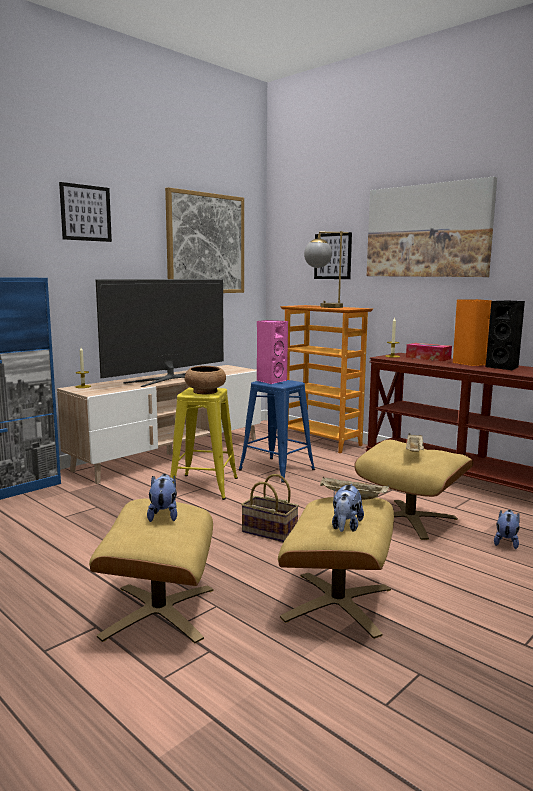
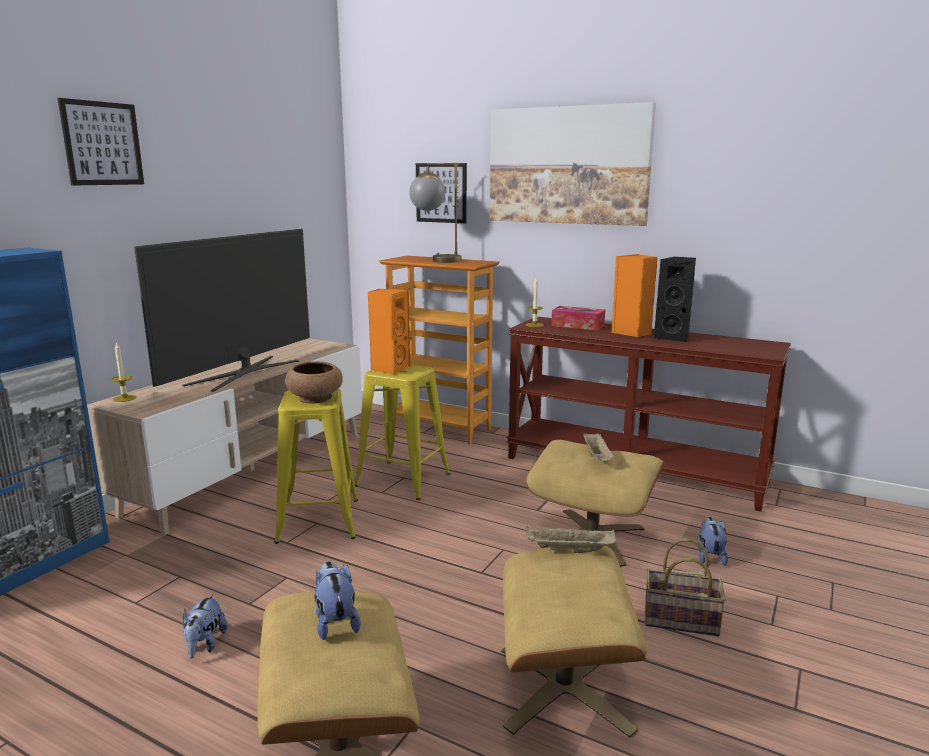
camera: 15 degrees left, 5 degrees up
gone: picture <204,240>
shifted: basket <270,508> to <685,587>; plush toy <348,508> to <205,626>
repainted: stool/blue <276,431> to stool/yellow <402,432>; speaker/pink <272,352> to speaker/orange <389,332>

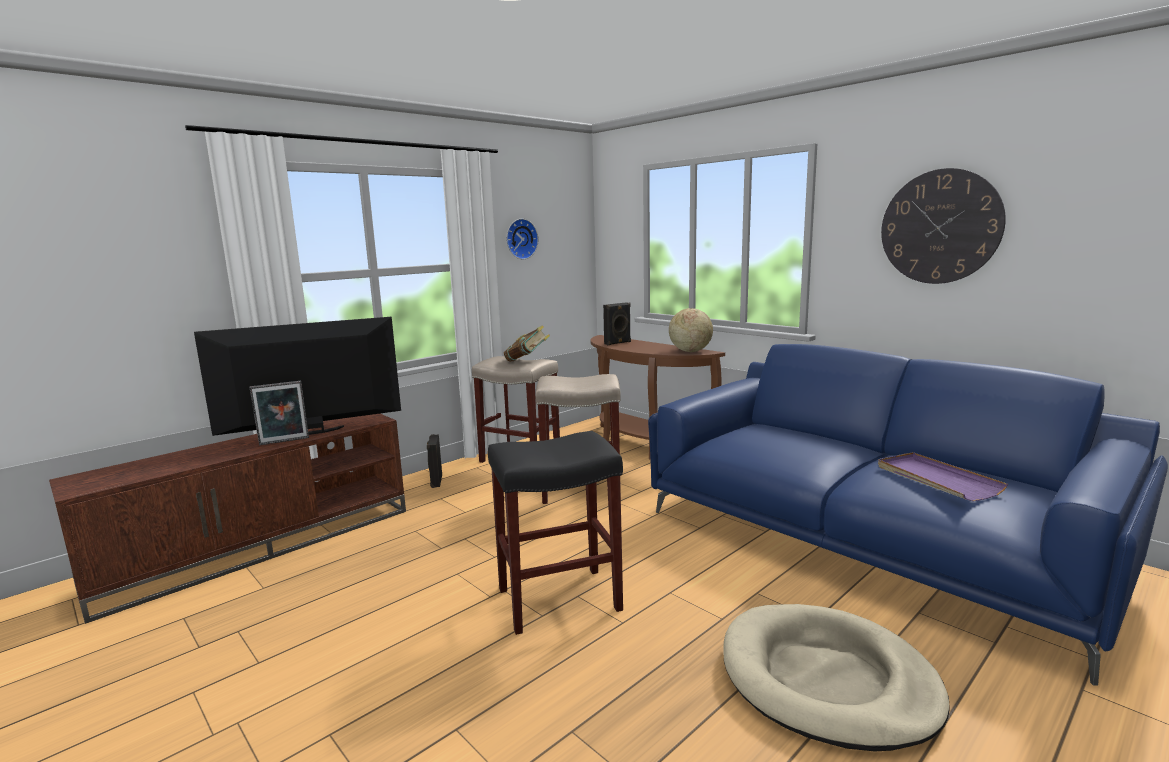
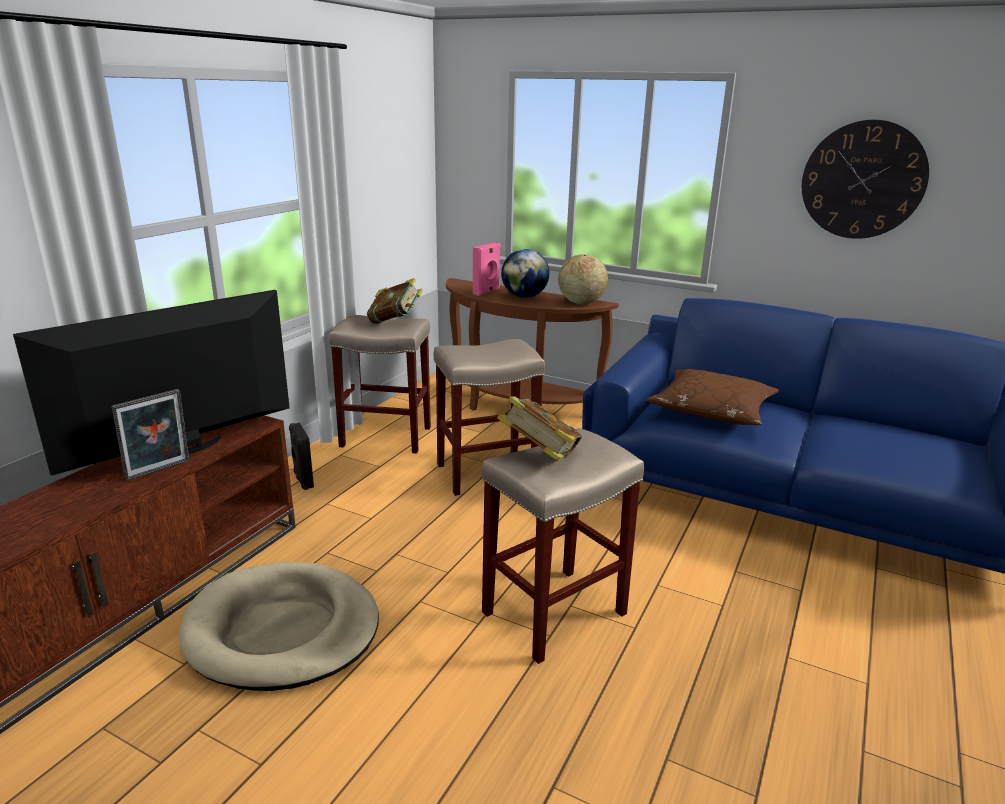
camera: 20 degrees left, 10 degrees up
gone: wall clock <522,239>; tray/purple <943,477>
new: book <539,429>; globe <525,273>; pillow/brown <713,397>
shifted: dog bed/beige <836,677> to <278,626>
repainted: stool/black <555,533> to stool/beige <563,546>; speaker/black <617,323> to speaker/pink <487,269>

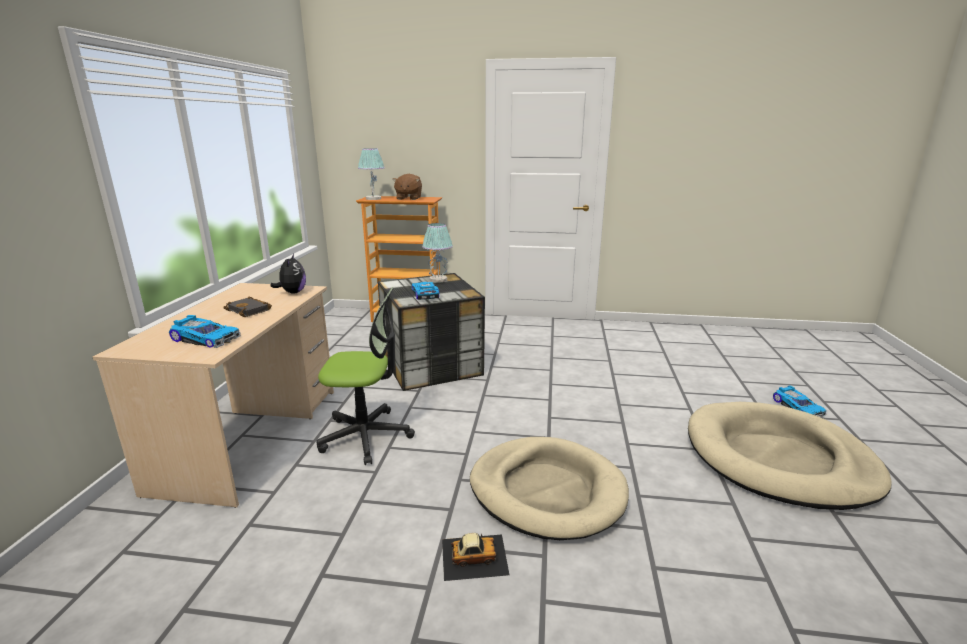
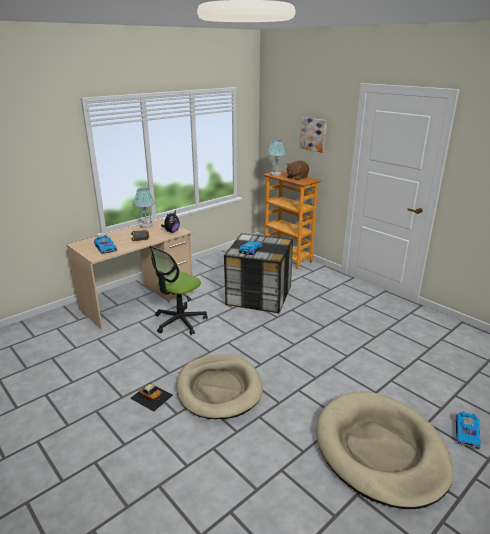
camera: 40 degrees right, 5 degrees up
new: picture <313,135>
shifted: table lamp <437,253> to <144,208>
rotated: office chair <365,376> = <178,290> 90 degrees clockwise

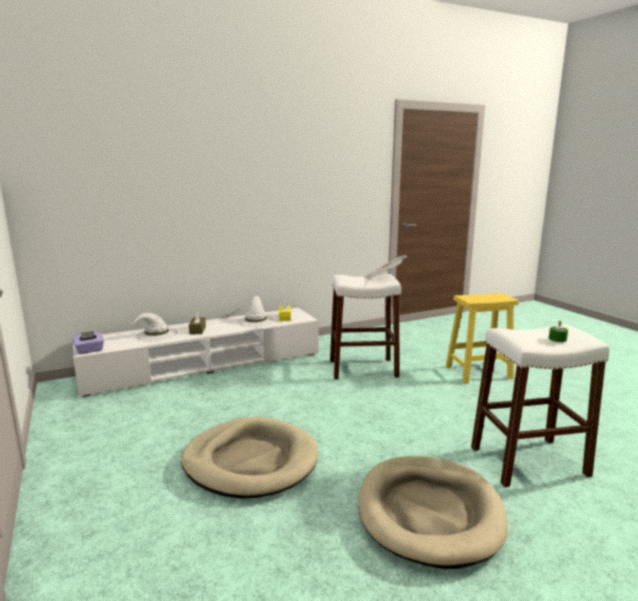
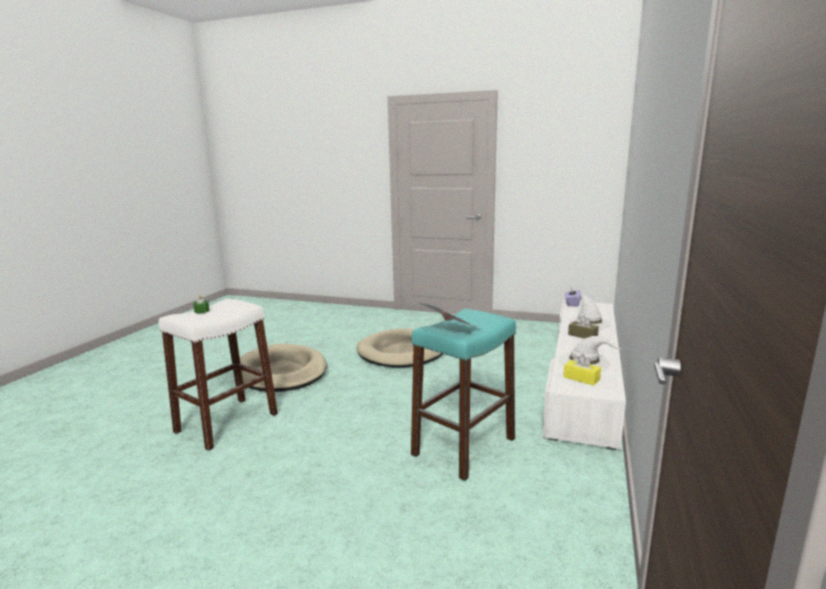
camera: 135 degrees right, 0 degrees up
gone: stool/yellow <482,338>
repainted: stool/white <365,326> to stool/turquoise <463,395>

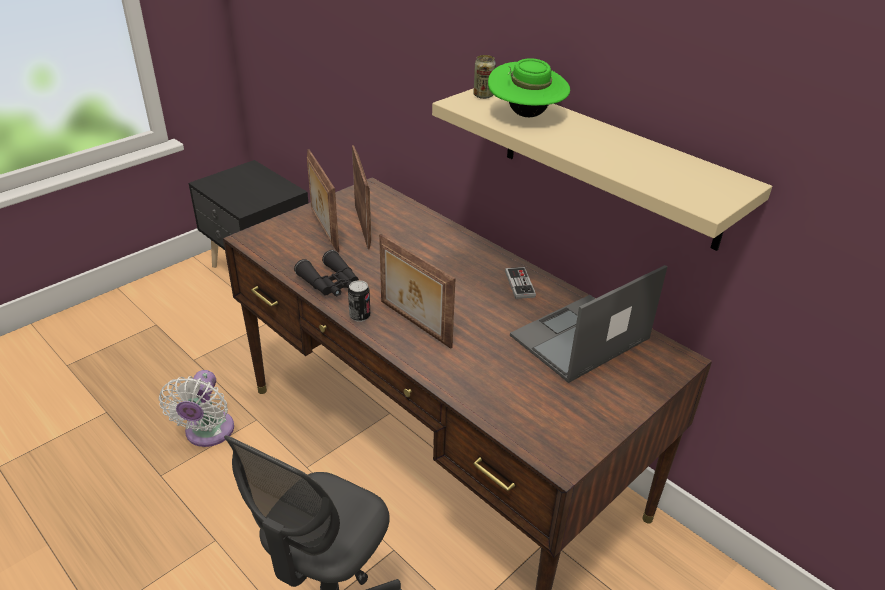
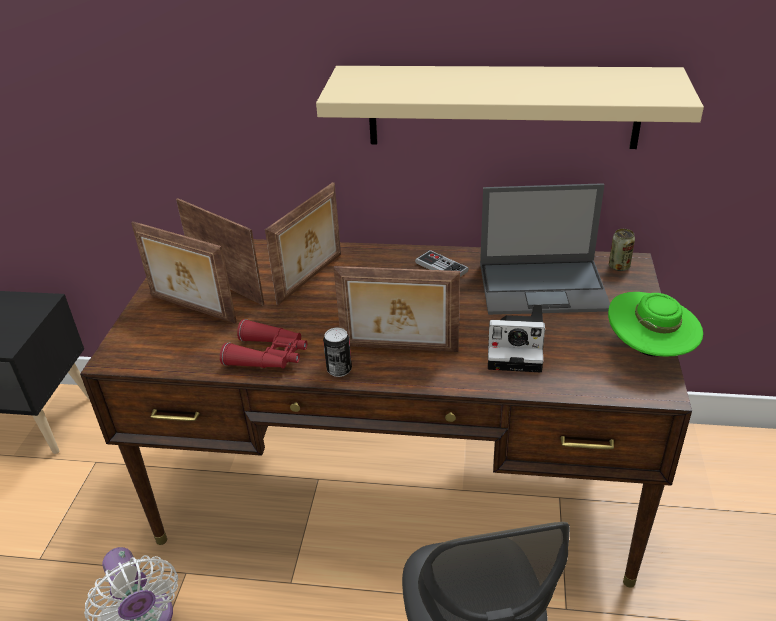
camera: 35 degrees left, 0 degrees up
new: picture frame <303,243>; photo camera <516,338>
shifted: can <484,77> to <622,250>; hat/green <529,87> to <655,324>
repainted: binoculars/black <326,273> to binoculars/red <263,344>
rotated: laptop <588,324> = <545,249> 105 degrees counterclockwise

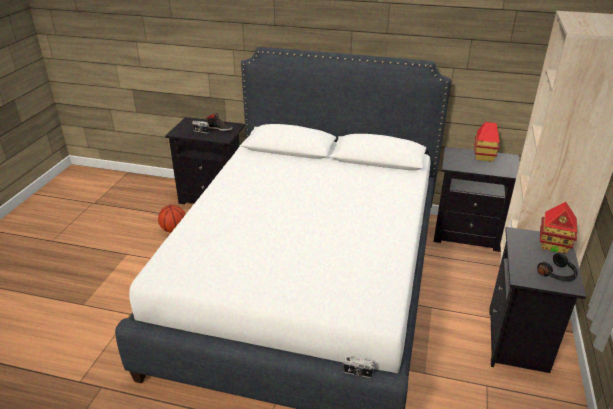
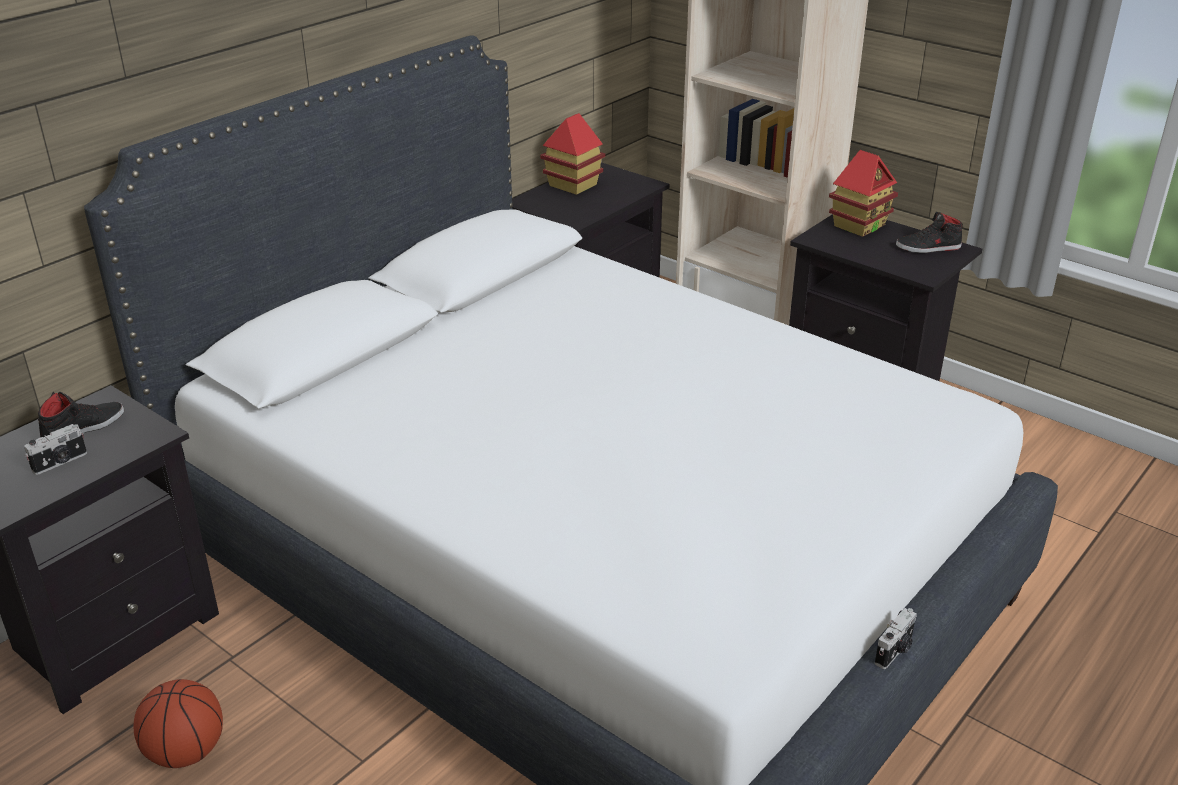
camera: 65 degrees left, 0 degrees up
shifted: photo camera <358,367> to <896,638>
swapped: headphones/black <557,267> to shoe/black <929,232>

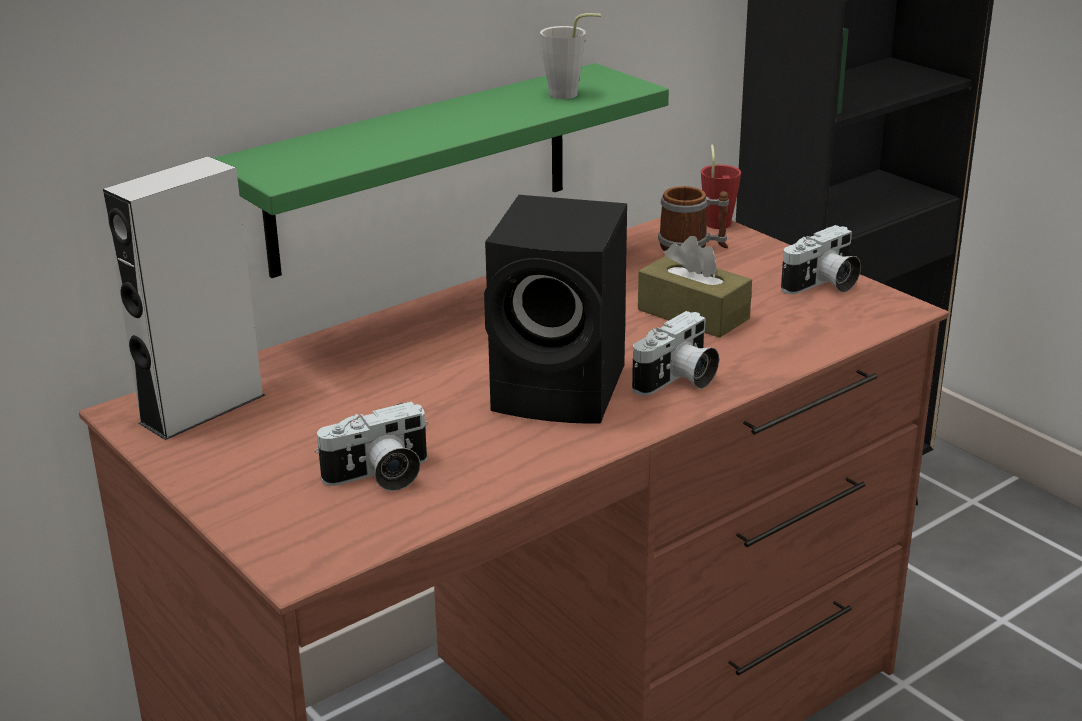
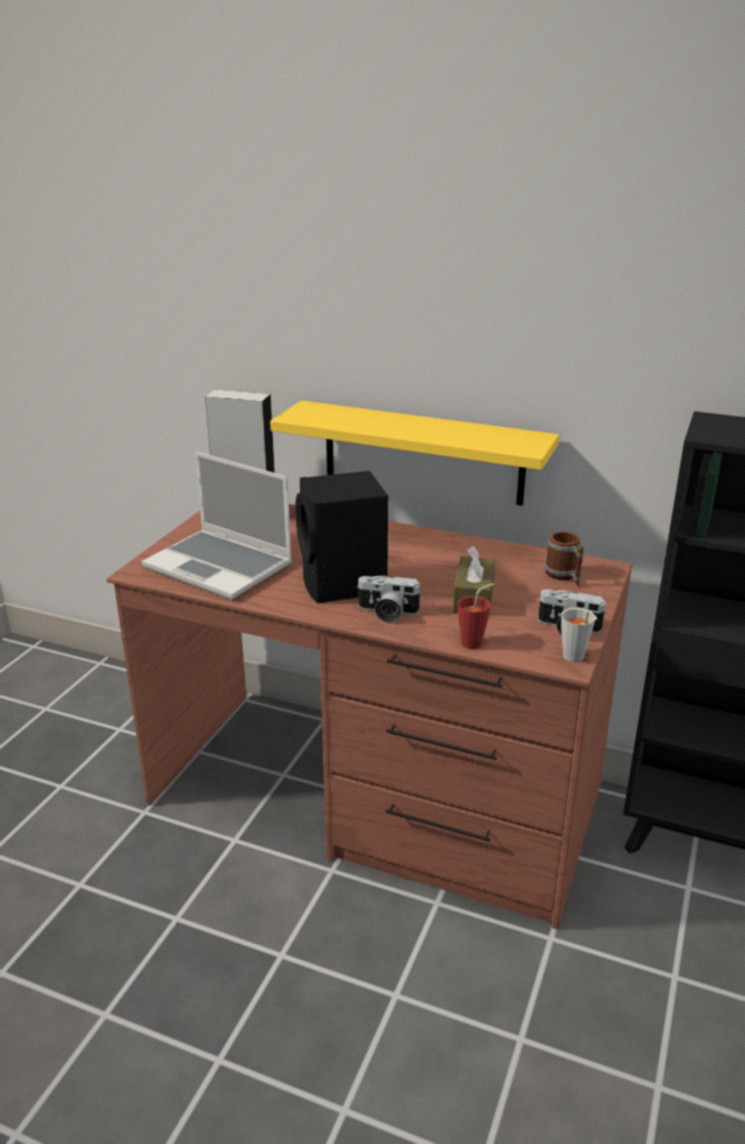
camera: 60 degrees right, 0 degrees up
shifted: cup/grey <571,56> to <579,635>; cup/red <721,187> to <476,616>
swapped: photo camera <371,446> to laptop <217,525>
repainted: shelf/green <441,170> to shelf/yellow <414,453>

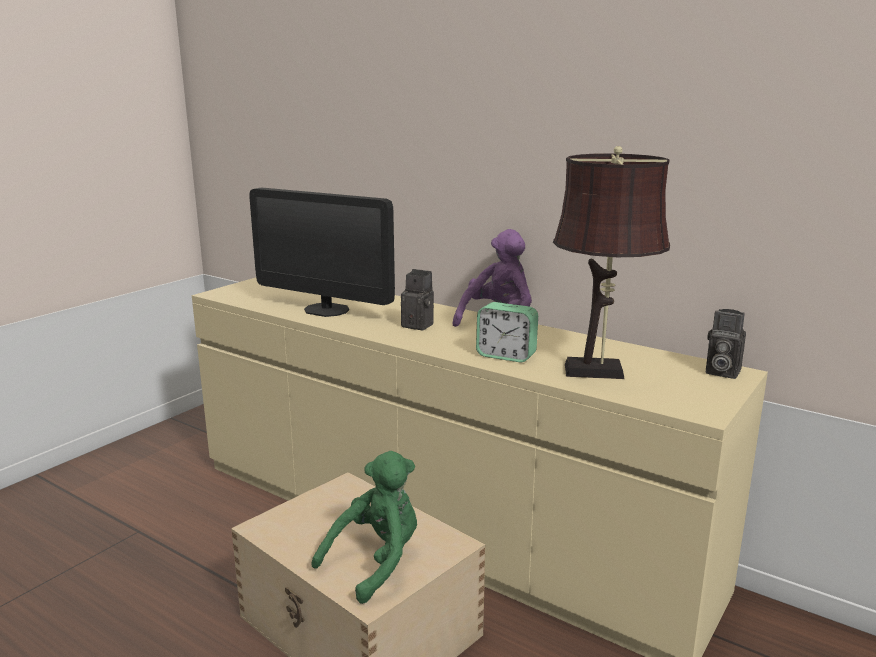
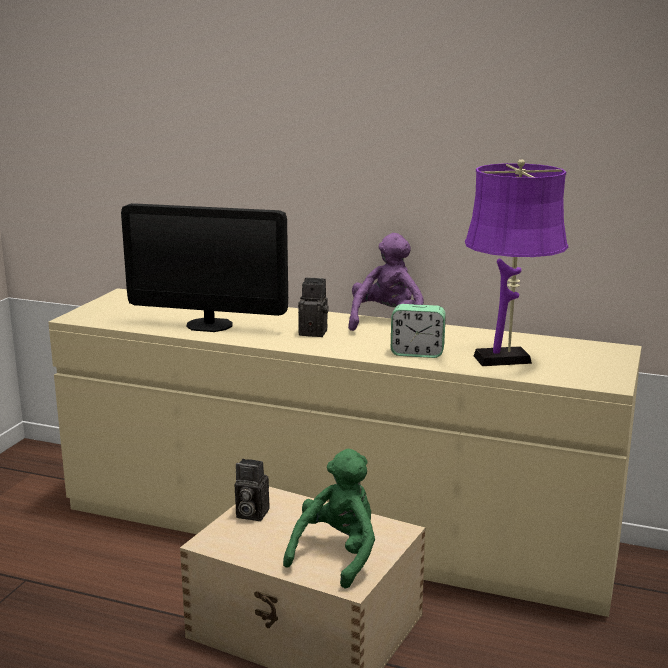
camera: 15 degrees left, 0 degrees up
shifted: photo camera <726,344> to <252,490>
repainted: table lamp/brown <611,262> to table lamp/purple <516,262>

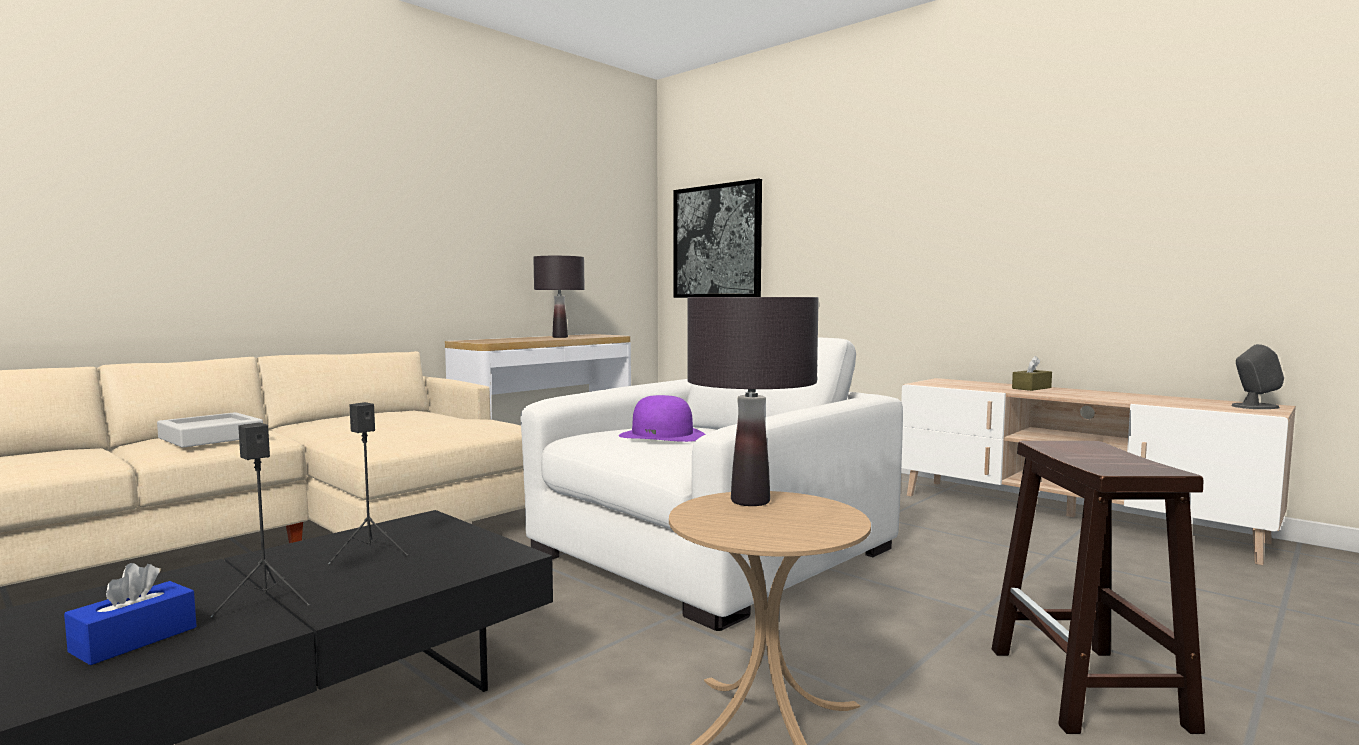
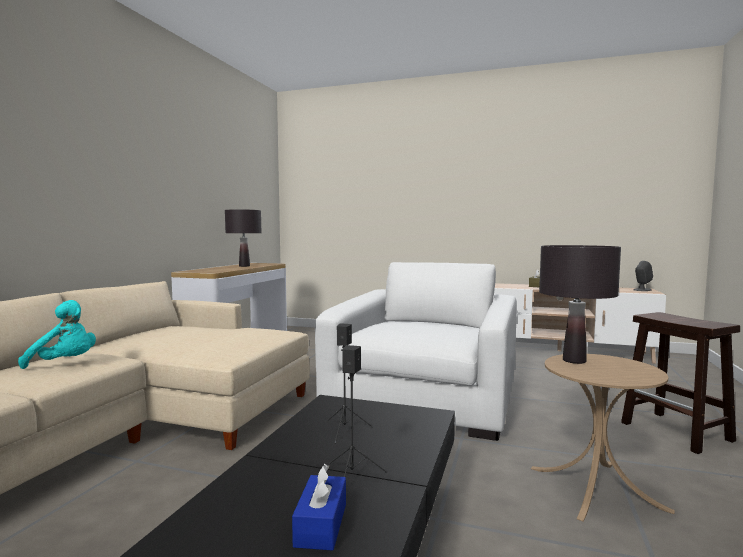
camera: 25 degrees left, 0 degrees up
gone: hat/purple <662,418>; picture <717,238>
swapped: tray/grey <210,430> to plush toy/turquoise <57,334>

